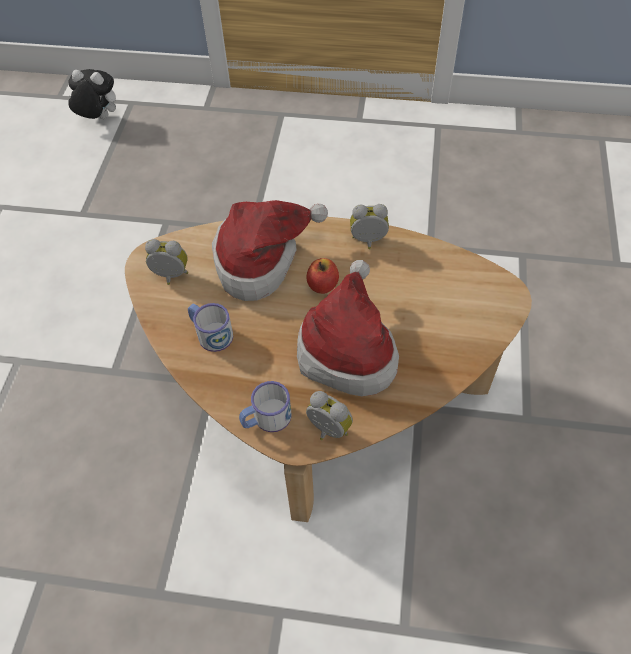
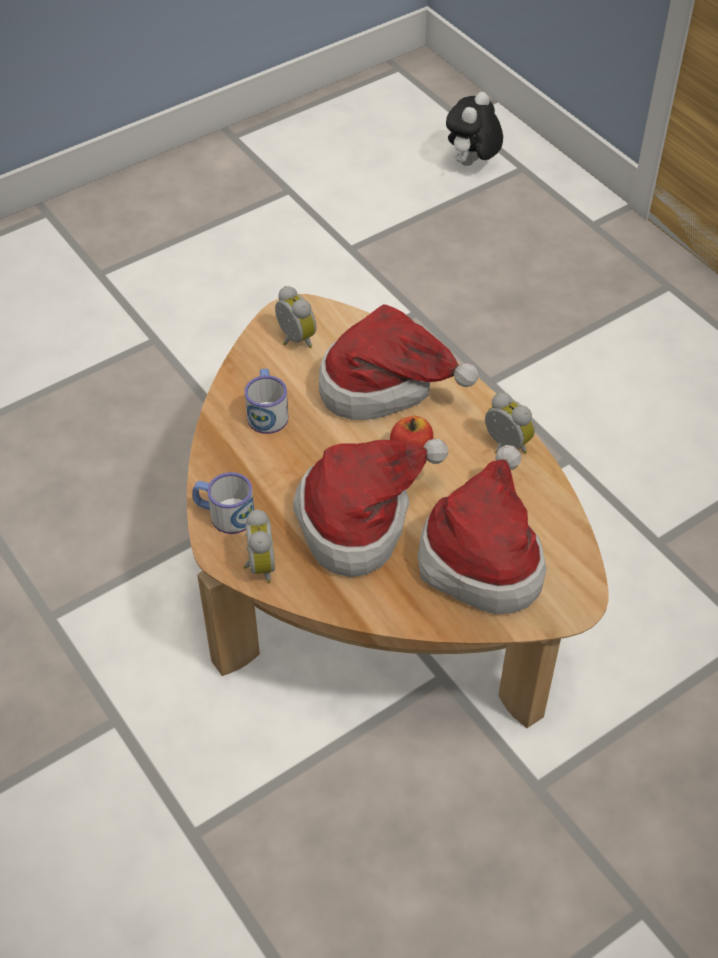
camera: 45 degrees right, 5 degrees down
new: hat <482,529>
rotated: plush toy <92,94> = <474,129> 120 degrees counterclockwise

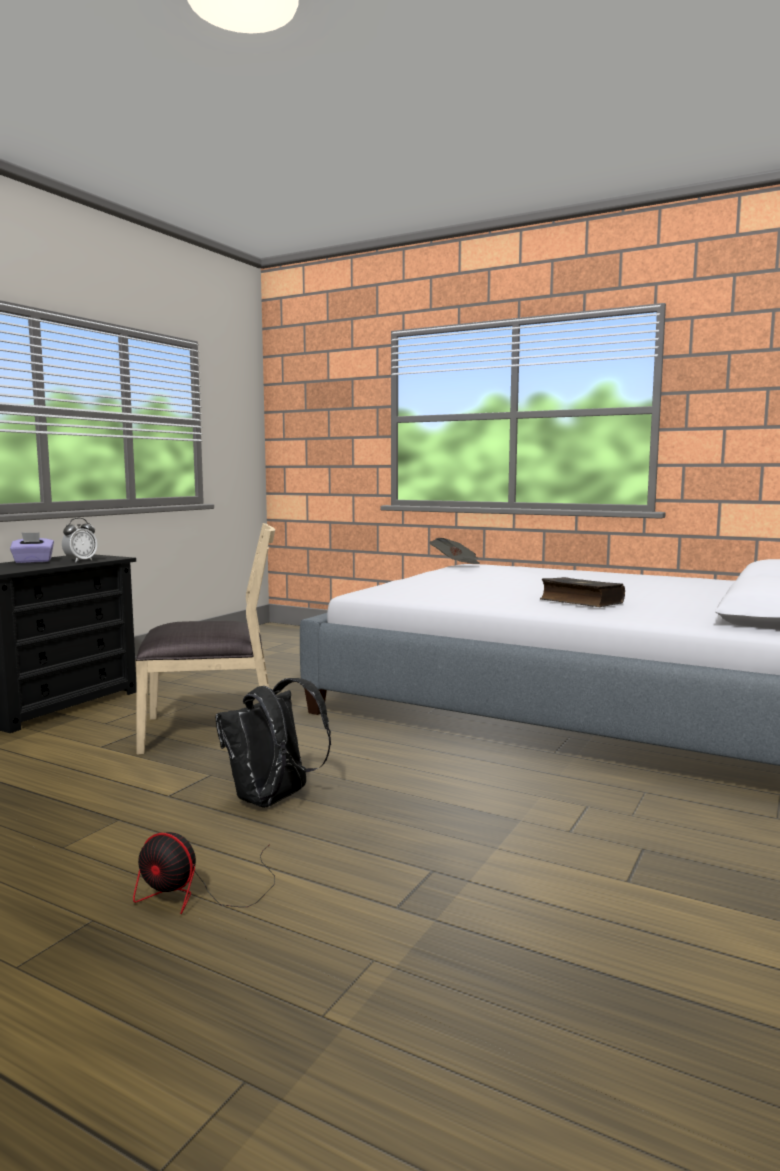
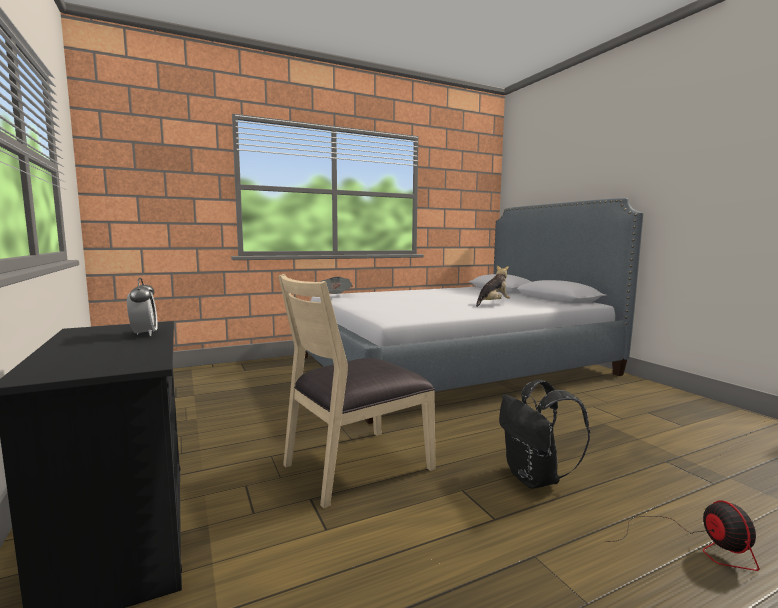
camera: 55 degrees left, 0 degrees up
gone: tissue box/purple <32,547>
swapped: book <582,592> to plush toy <493,286>
rotated: fan <204,873> = <682,536> 60 degrees counterclockwise; chair/beige <205,639> = <357,391> 150 degrees counterclockwise

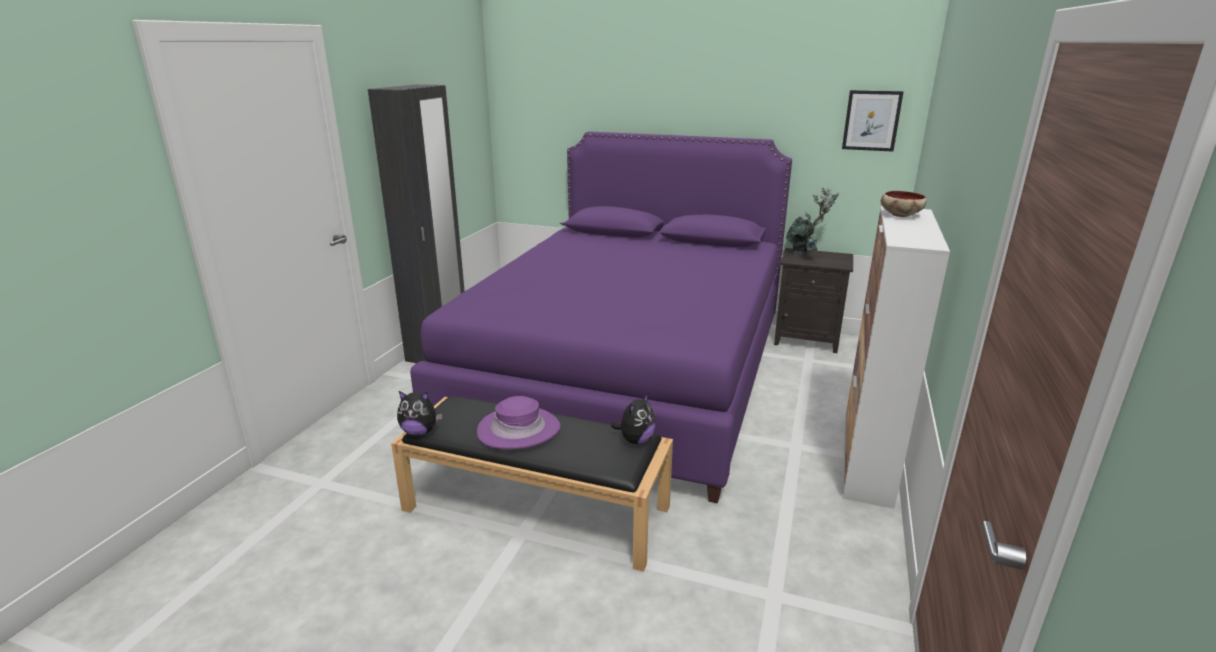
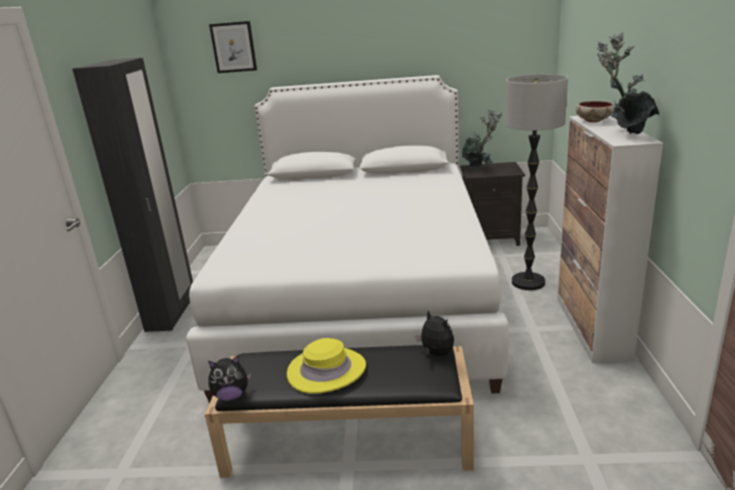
camera: 15 degrees left, 0 degrees up
new: floor lamp <536,182>; potted plant <627,83>
shifted: picture <873,121> to <233,47>
repainted: bed/purple <601,317> to bed/white <347,239>; hat/purple <518,422> to hat/yellow <326,366>
rotated: plush toy <633,419> = <434,334> 60 degrees counterclockwise

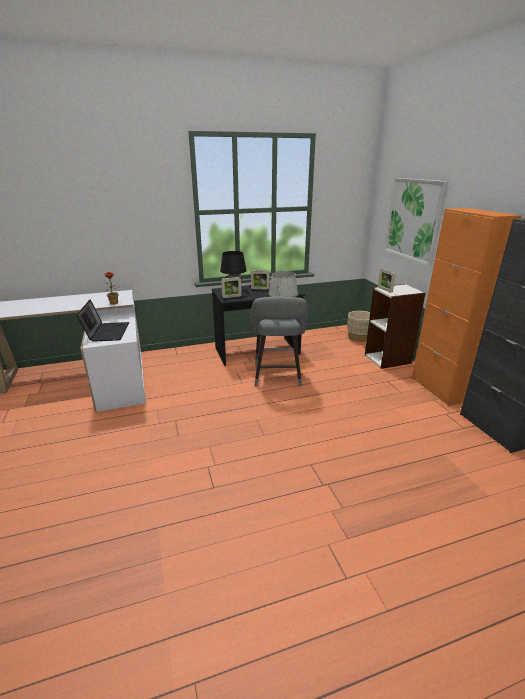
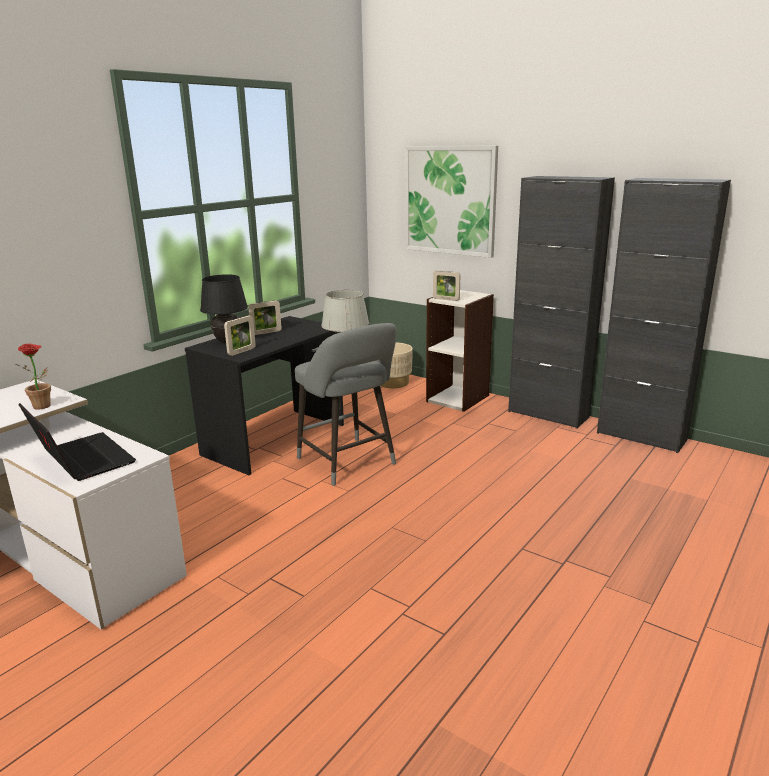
camera: 35 degrees left, 5 degrees down
repainted: cabinet/orange <466,307> to cabinet/black <561,302>

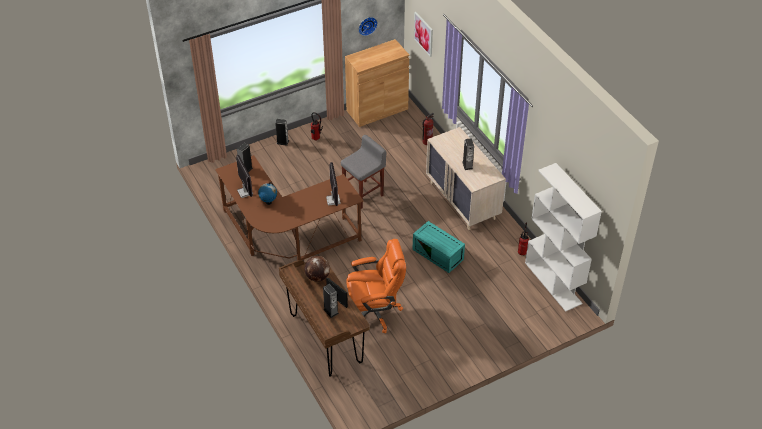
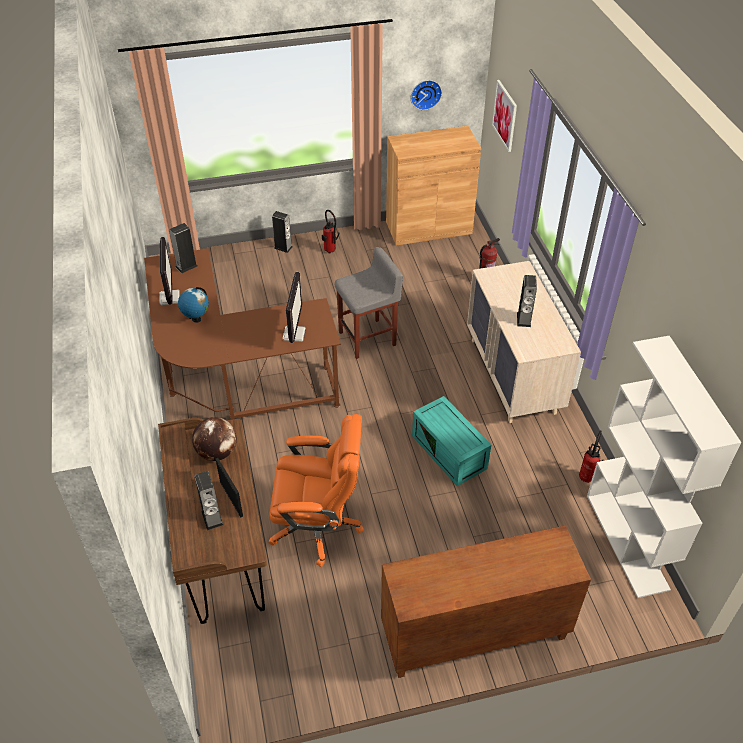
camera: 15 degrees right, 0 degrees up
new: cabinet/brown <486,601>

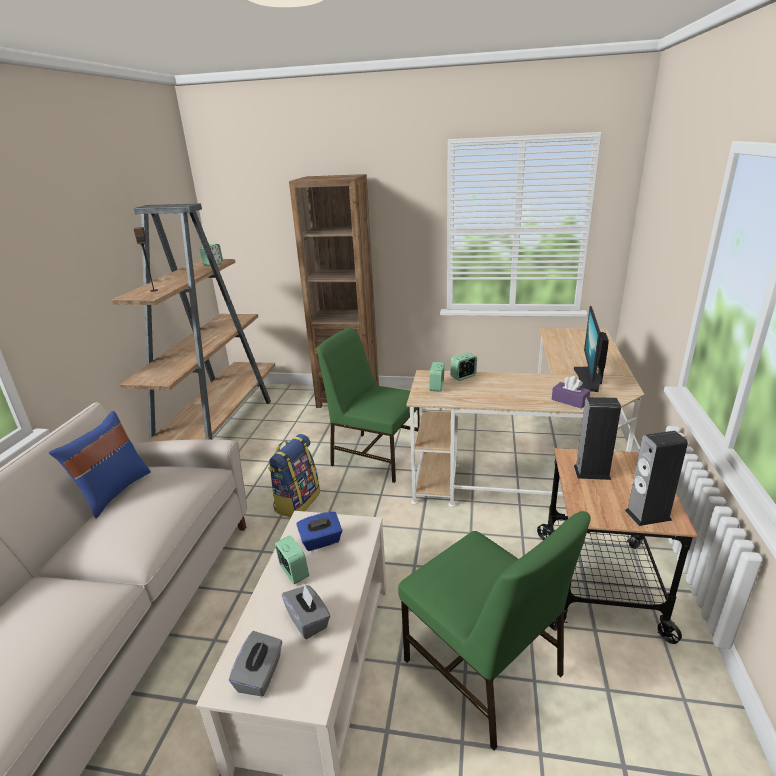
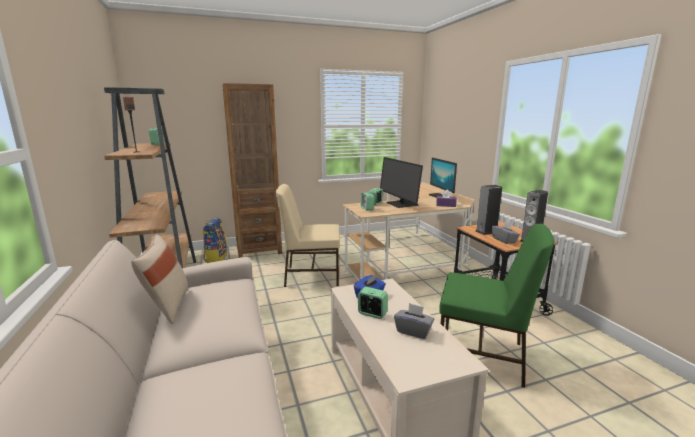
camera: 30 degrees left, 10 degrees down
new: monitor <401,182>
shifted: tissue box/grey <256,664> to <506,232>; backpack <294,476> to <215,240>
repainted: pillow/blue <99,464> to pillow/beige <160,279>; chair/green <368,405> to chair/beige <308,235>

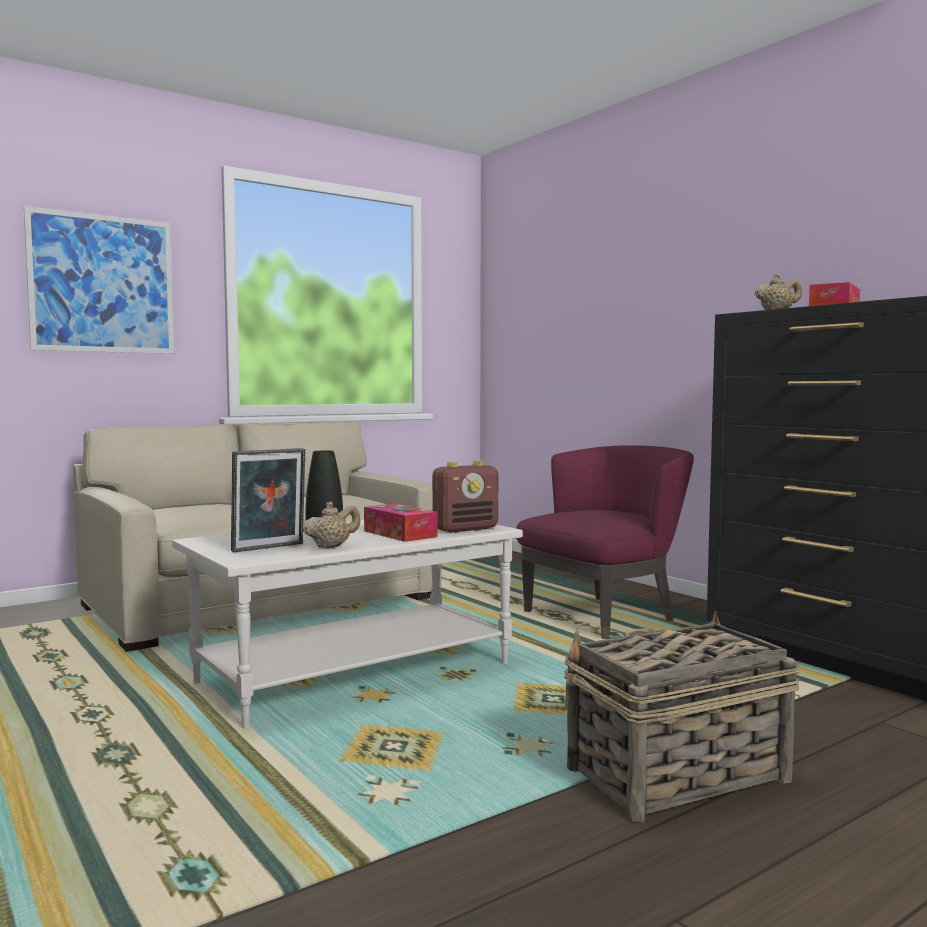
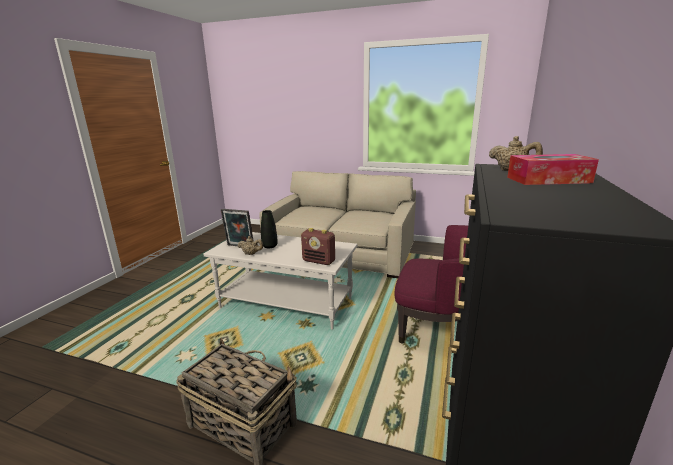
camera: 55 degrees right, 15 degrees up
gone: picture <99,280>; tissue box <401,523>

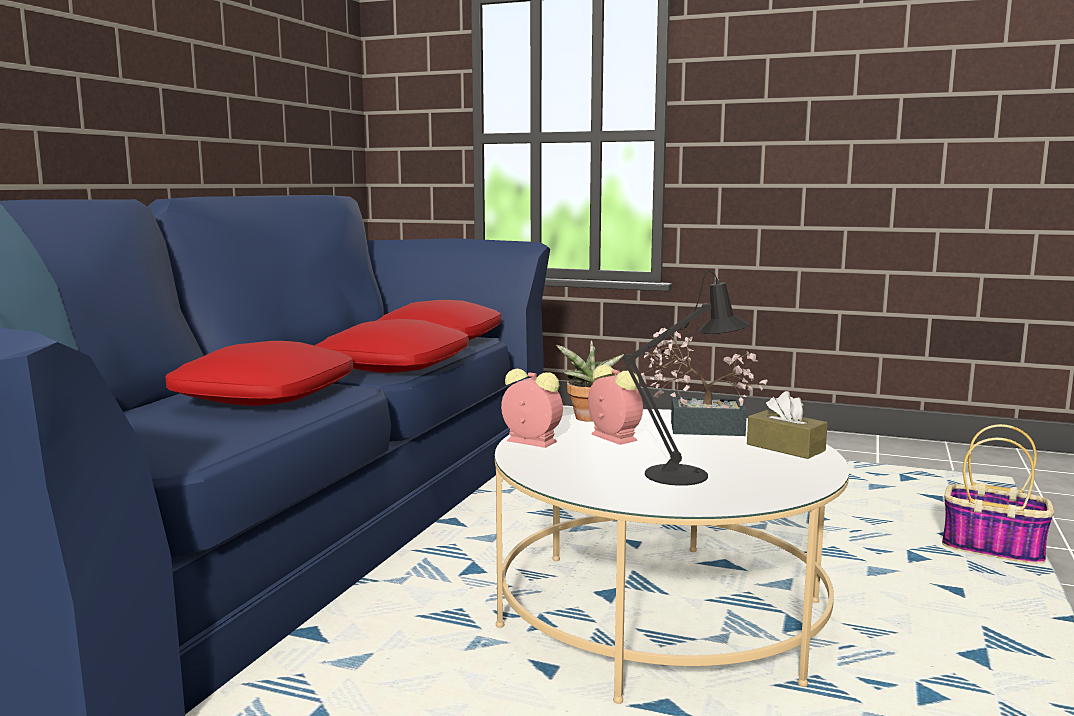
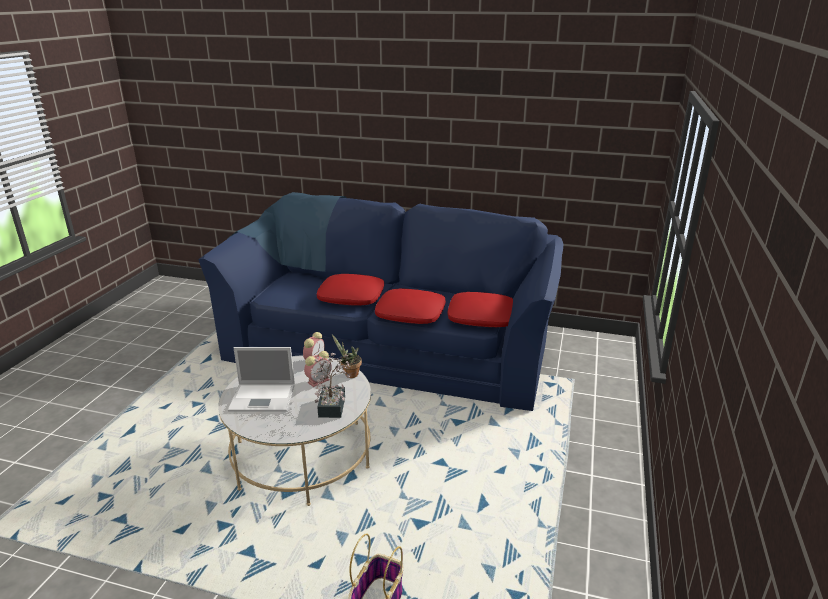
camera: 85 degrees right, 15 degrees up
gone: tissue box/brown <787,425>
swapped: table lamp/black <686,378> to laptop <261,379>

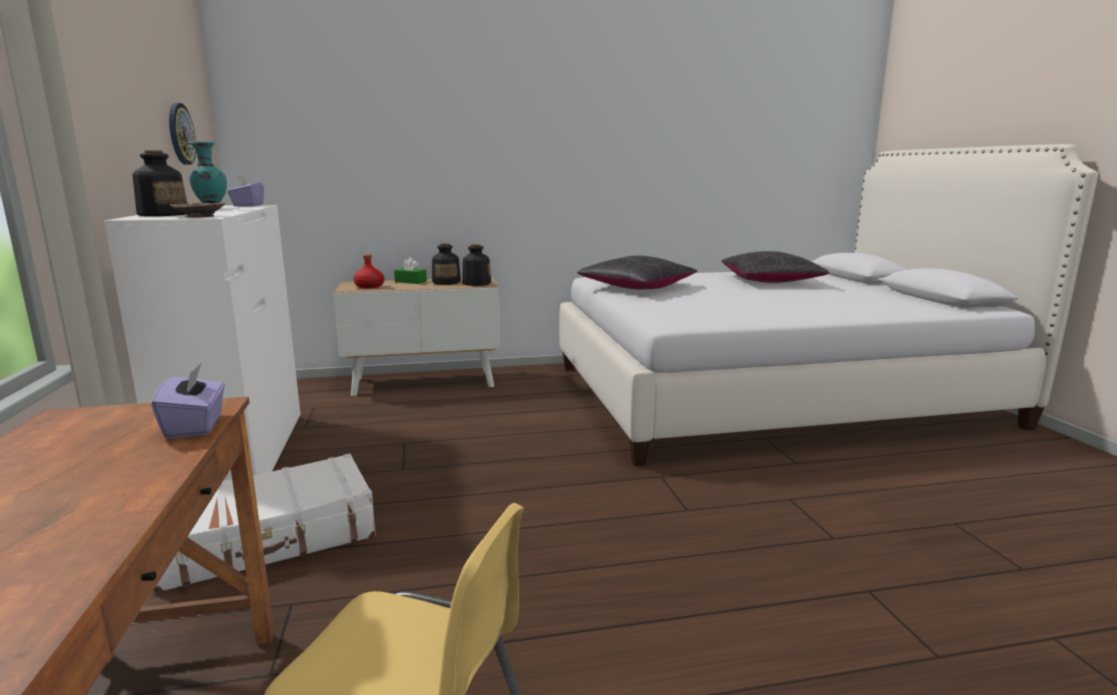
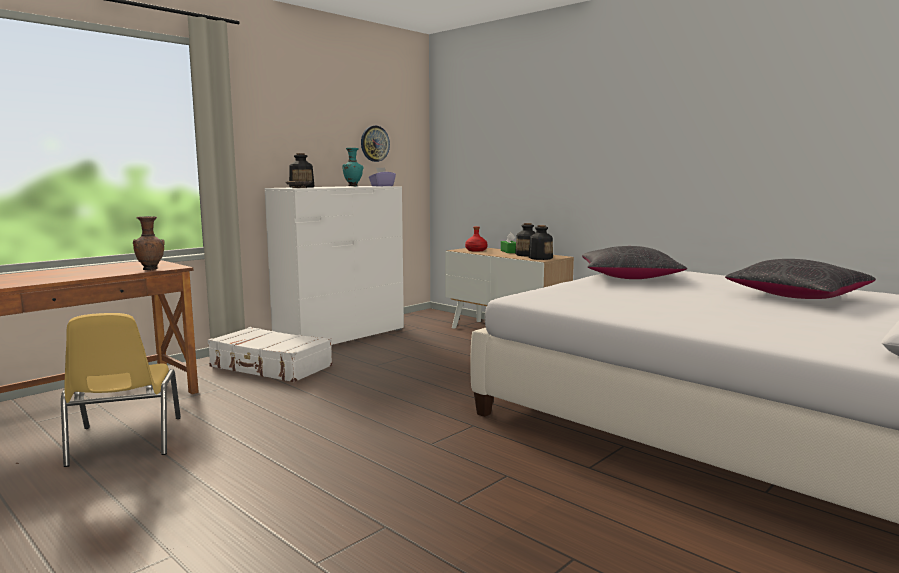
camera: 55 degrees right, 5 degrees down
swapped: tissue box/purple <188,401> to vase/brown <149,243>

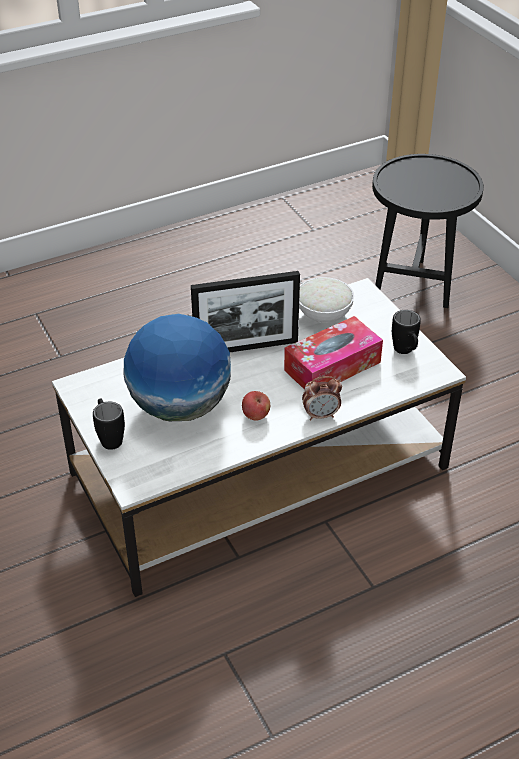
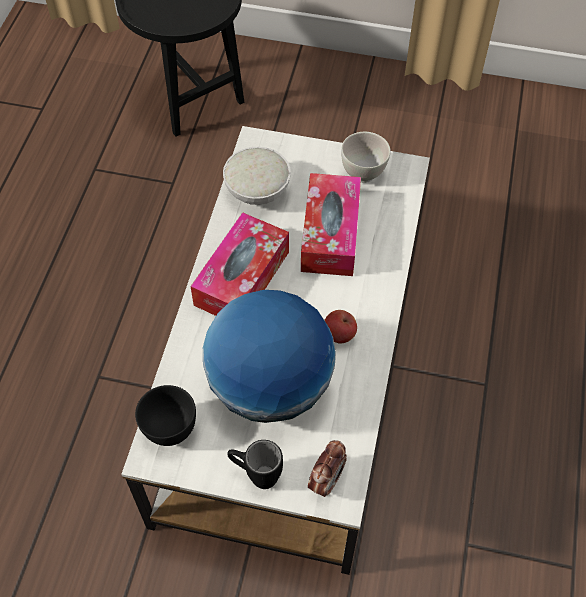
camera: 50 degrees left, 15 degrees up
new: bowl/black <165,415>
shifted: alarm clock <322,398> to <327,468>
swapped: picture frame <245,311> to tissue box <239,264>; mug/black <406,332> to bowl/white <366,157>

